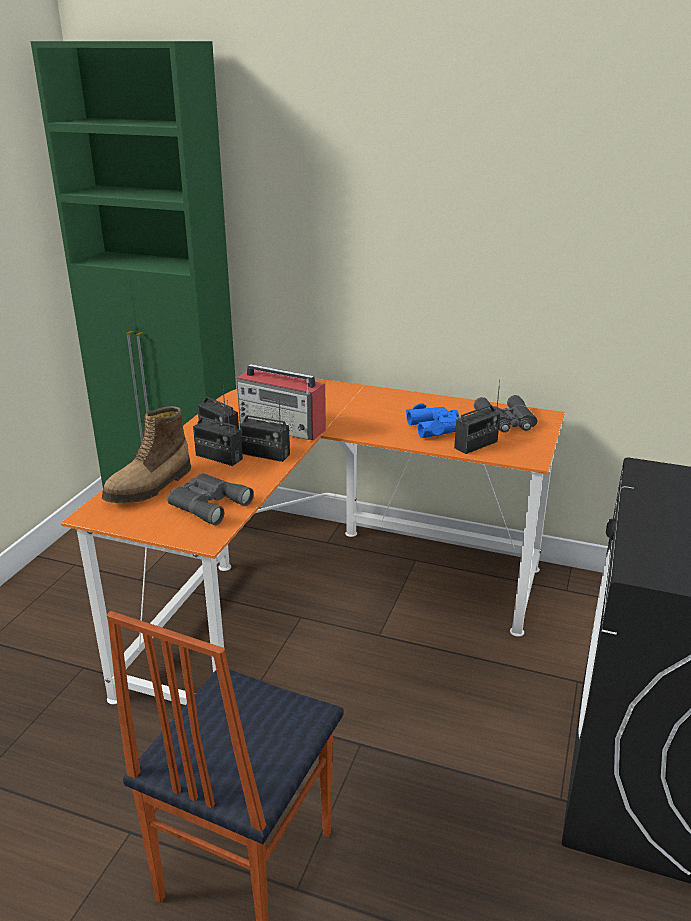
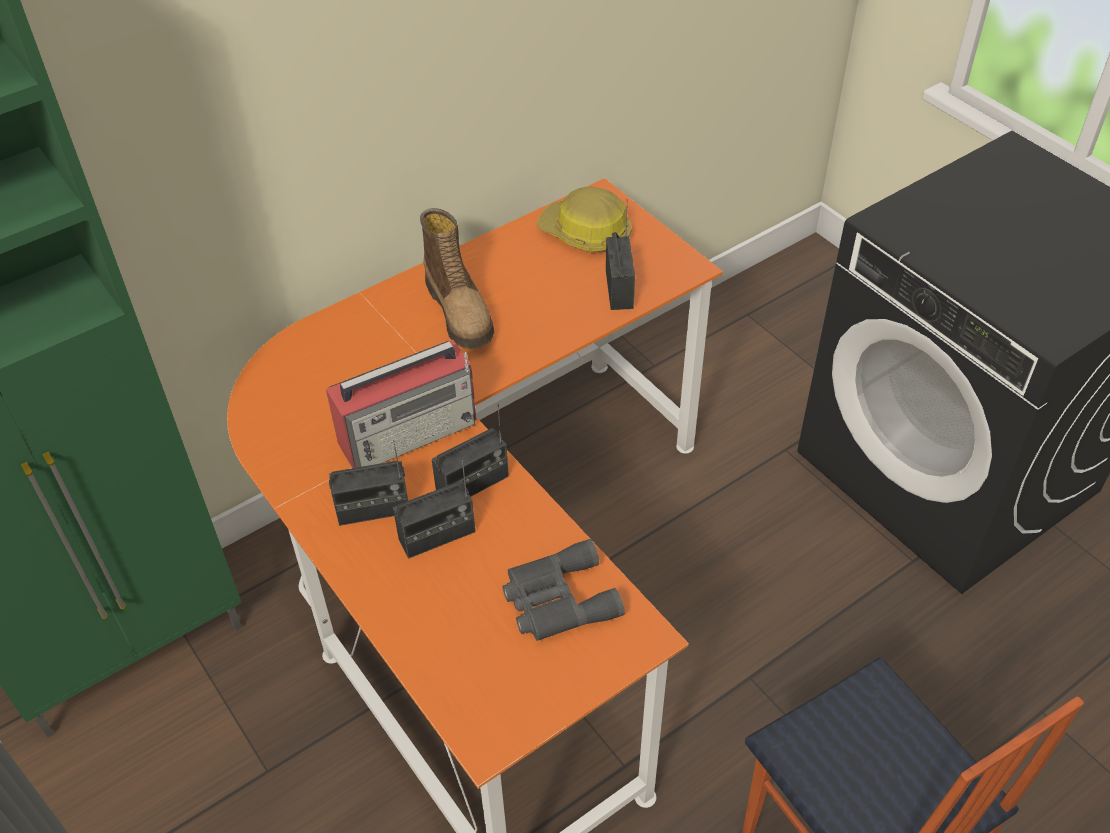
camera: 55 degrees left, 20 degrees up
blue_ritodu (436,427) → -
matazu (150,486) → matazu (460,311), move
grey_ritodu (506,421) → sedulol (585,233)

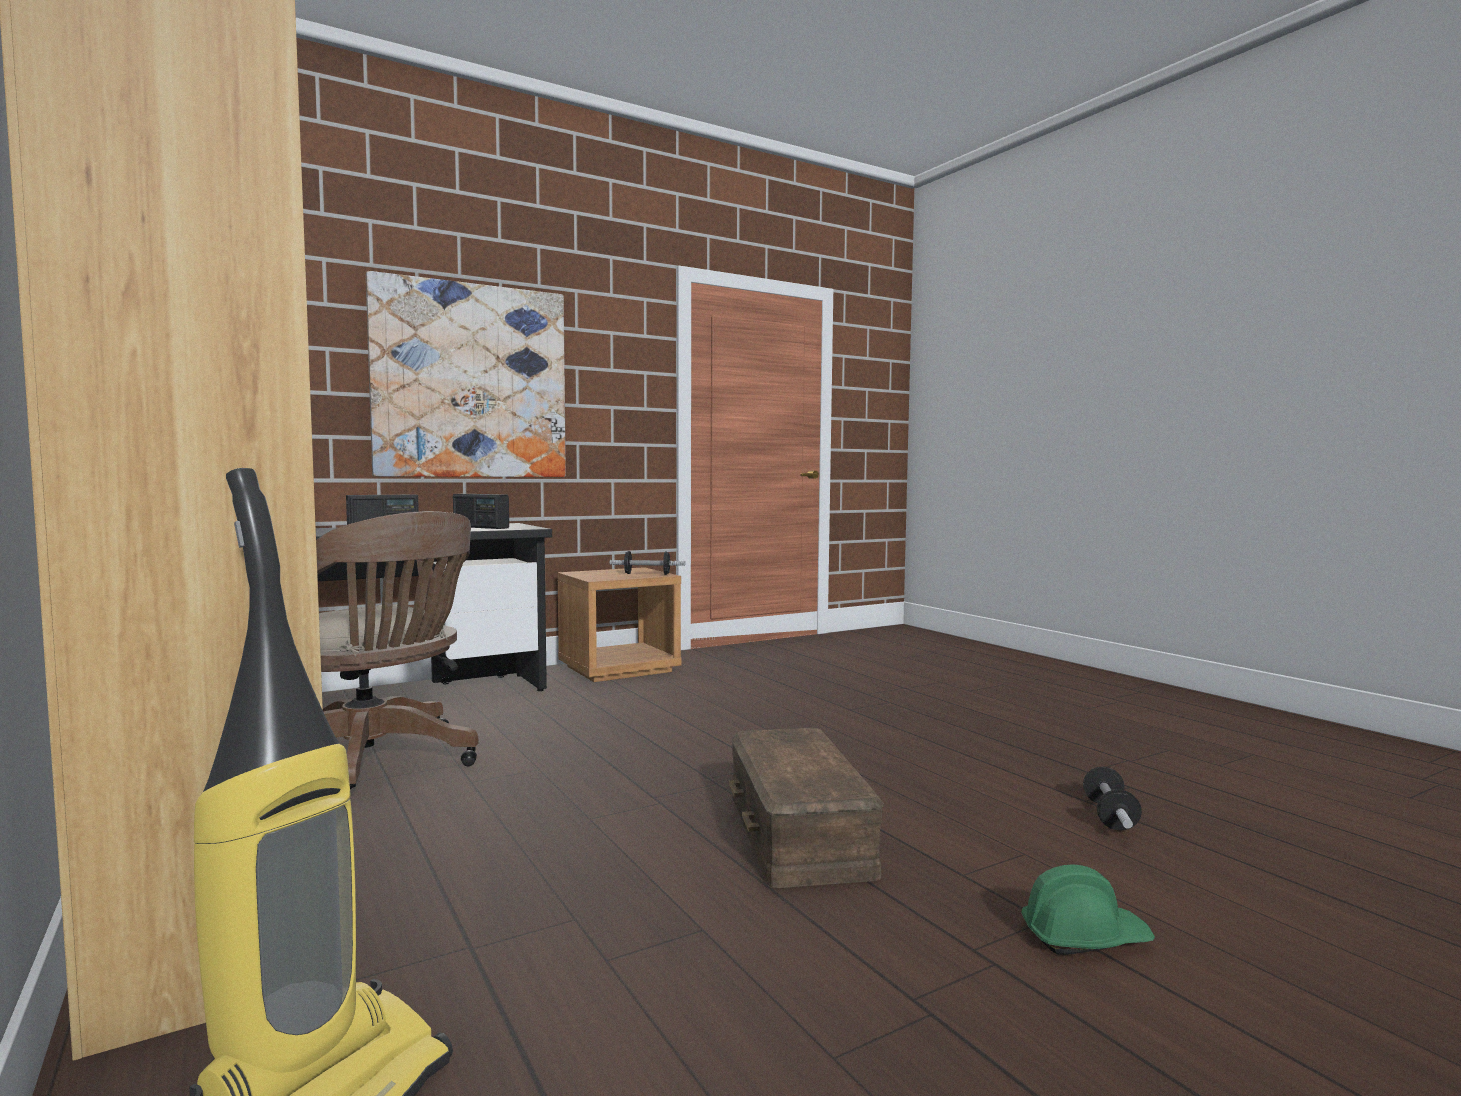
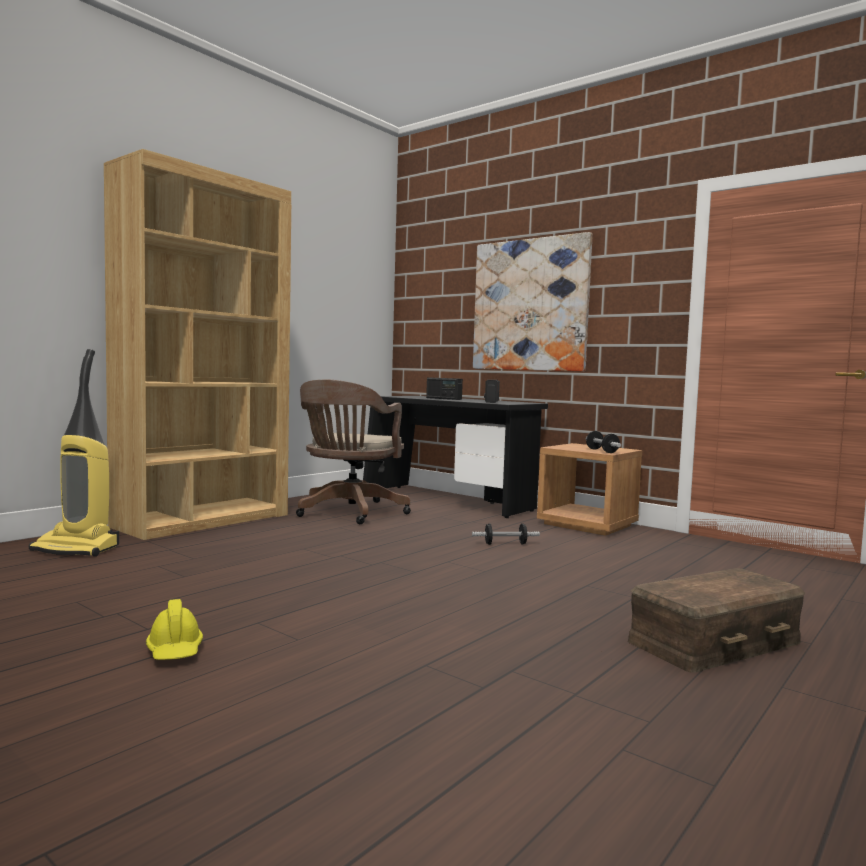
camera: 70 degrees right, 0 degrees up
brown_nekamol (796,832) → brown_nekamol (713,641), move
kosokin (1110,816) → kosokin (505,544), move
green_sedulol (1084,937) → yellow_sedulol (175,650)

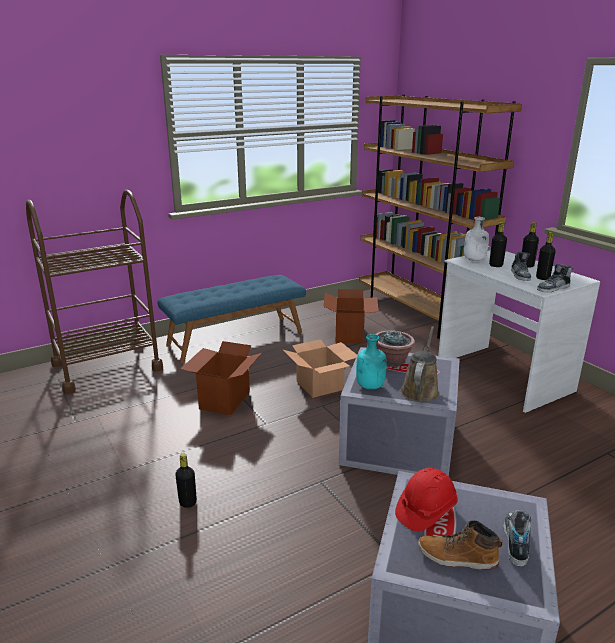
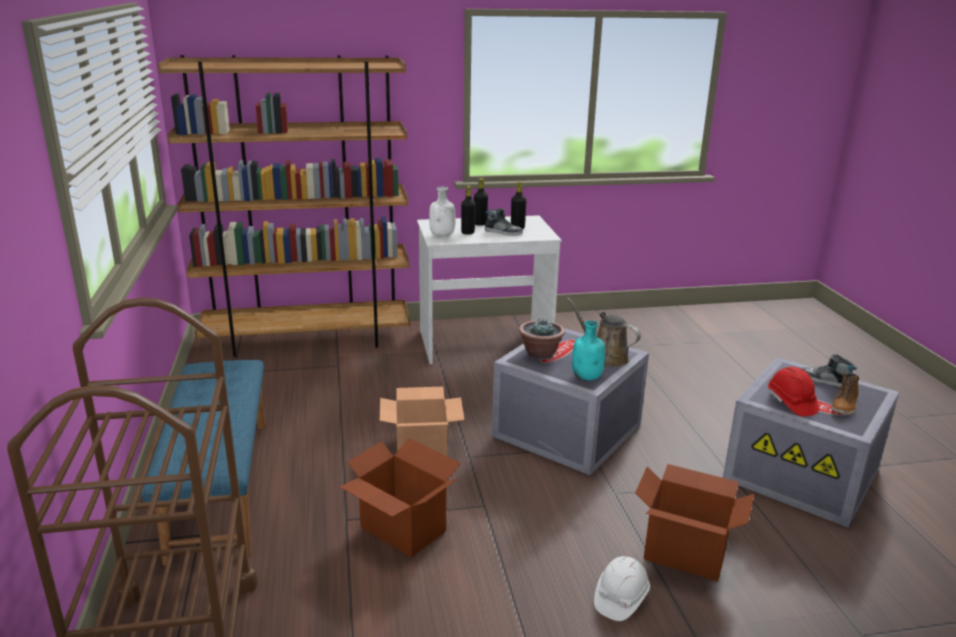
camera: 70 degrees left, 0 degrees up
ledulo (553,288) → -
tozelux (350,335) → tozelux (685,553), move
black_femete (188,502) → white_sedulol (620,598)

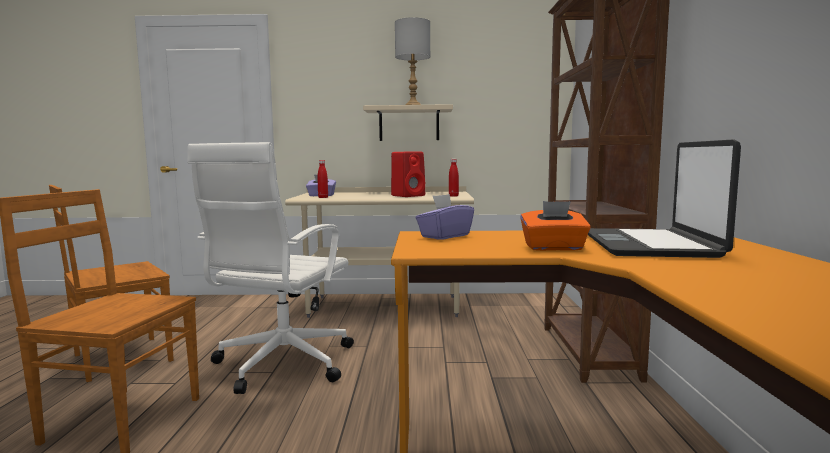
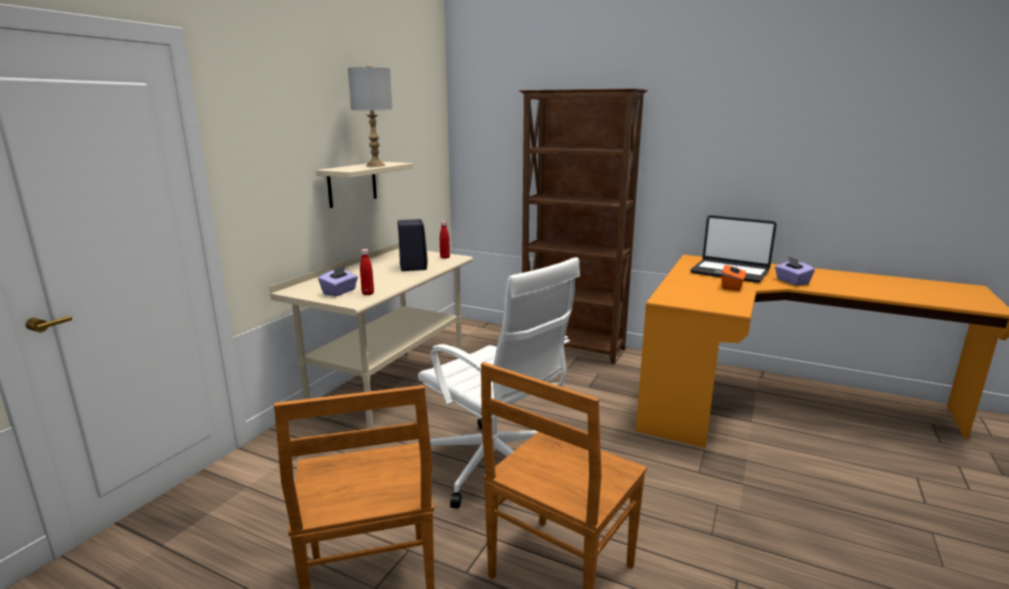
camera: 65 degrees left, 10 degrees up
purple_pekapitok (444,236) → purple_pekapitok (792,281), move
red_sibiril (408,195) → black_sibiril (412,267)

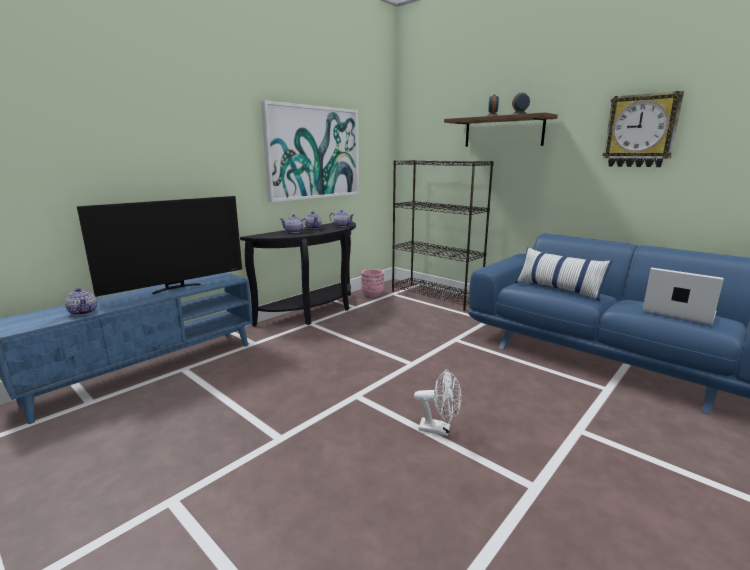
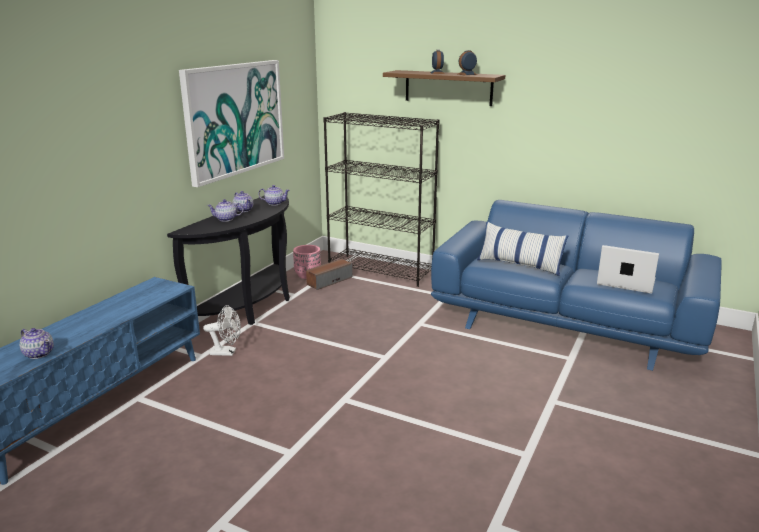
camera: 15 degrees left, 5 degrees up
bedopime (176,288) → -
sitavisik (641,131) → -
- → sibiril (329,281)
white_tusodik (439,429) → white_tusodik (227,352), move

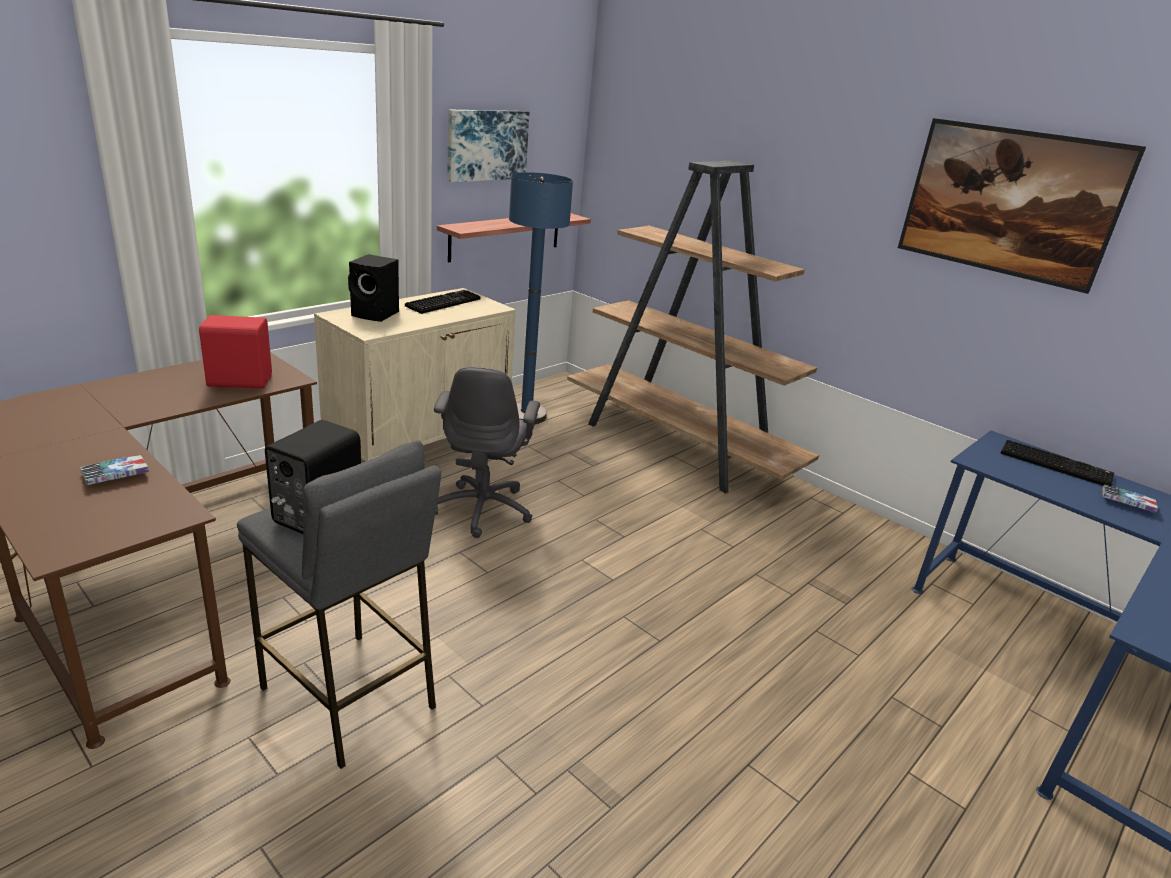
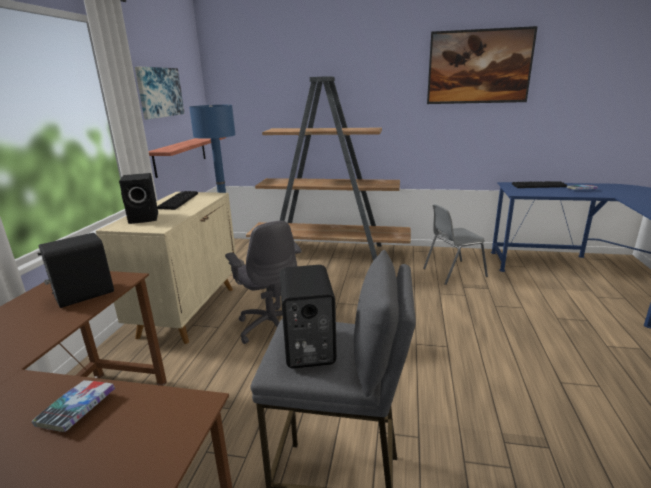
camera: 30 degrees left, 5 degrees down
- → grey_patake (453,272)
red_sibiril (239,381) → black_sibiril (83,294)

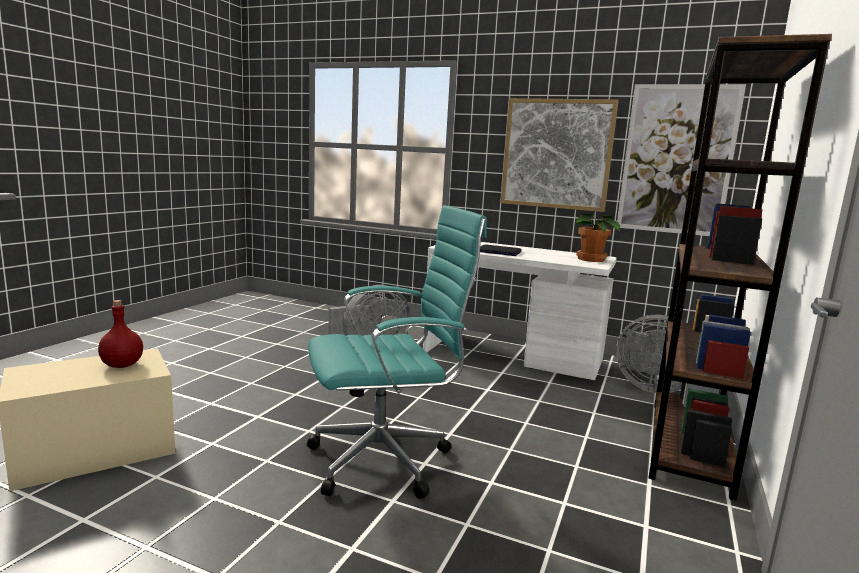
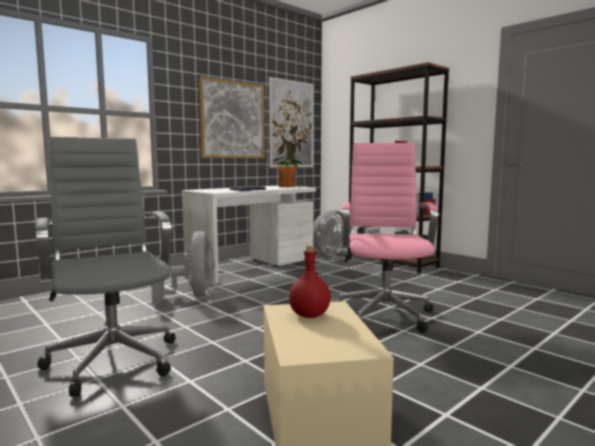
camera: 65 degrees left, 5 degrees down
- → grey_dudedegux (113,359)
turquoise_dudedegux (386,460) → pink_dudedegux (384,313)

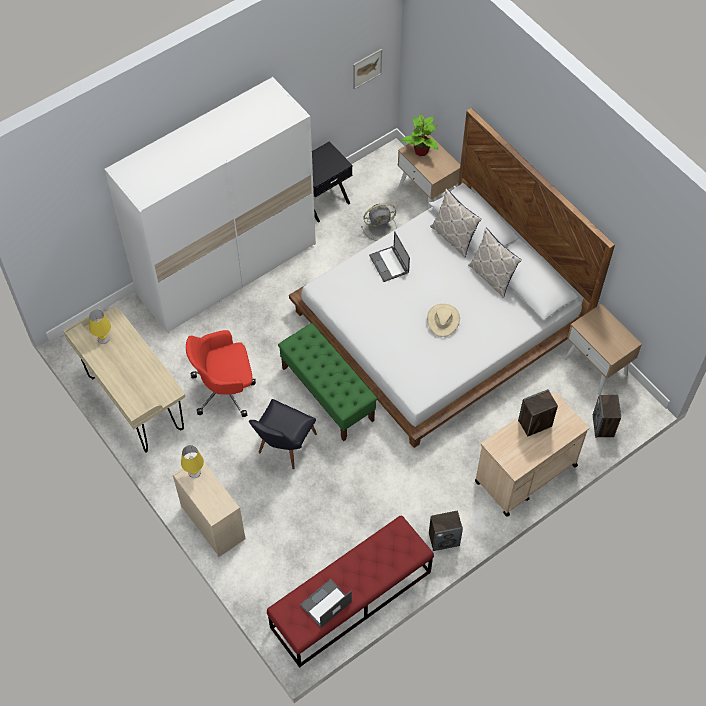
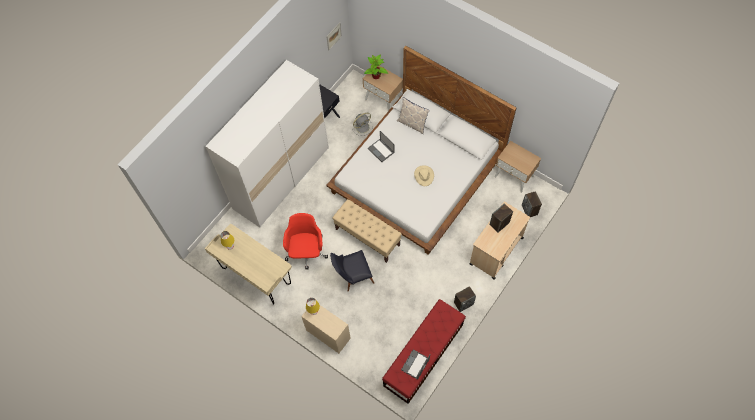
camera: 15 degrees left, 5 degrees up
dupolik (492,277) → -
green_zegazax (328,394) → beige_zegazax (367,237)
red_dudedegux (225,390) → red_dudedegux (306,252), 120 degrees clockwise
black_patake (283,447) → black_patake (353,277), 60 degrees clockwise

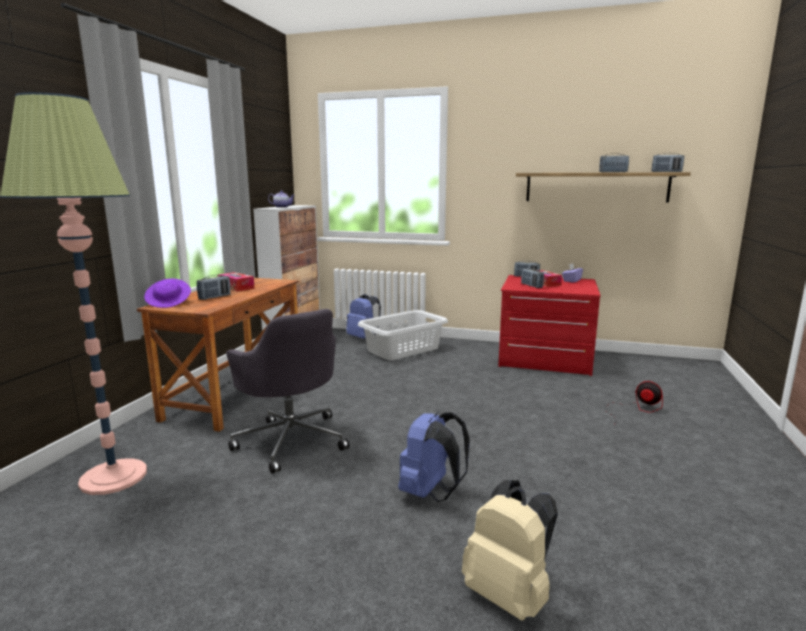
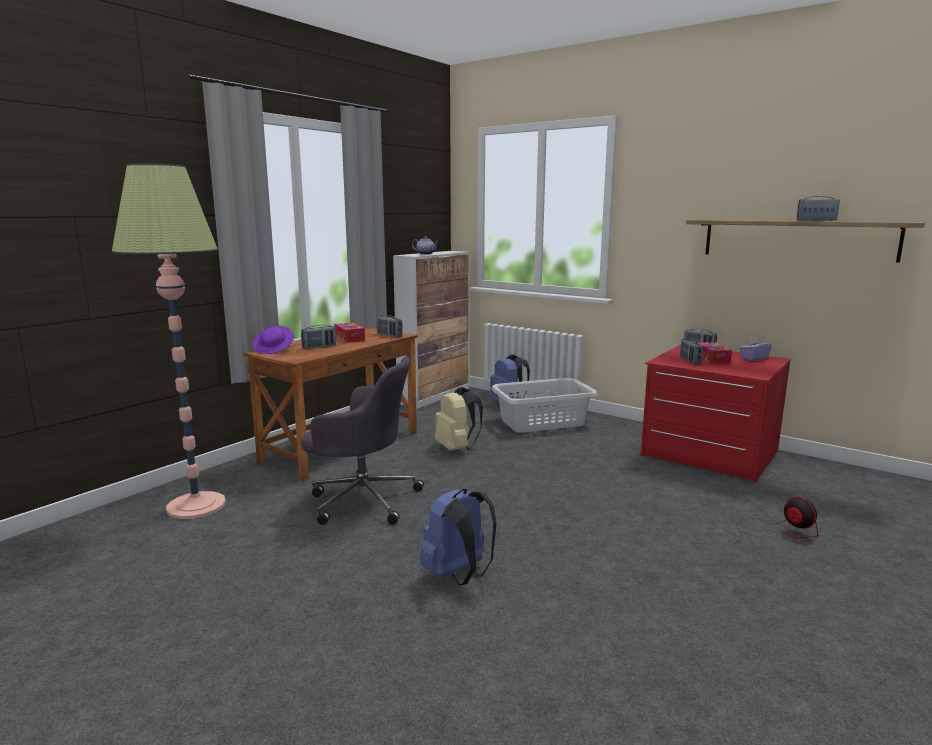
camera: 20 degrees right, 0 degrees up
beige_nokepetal (509,595) → beige_nokepetal (457,448), move
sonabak (666,172) → sonabak (389,335), move
grey_dudedegux (291,440) → grey_dudedegux (362,499), 60 degrees counterclockwise

